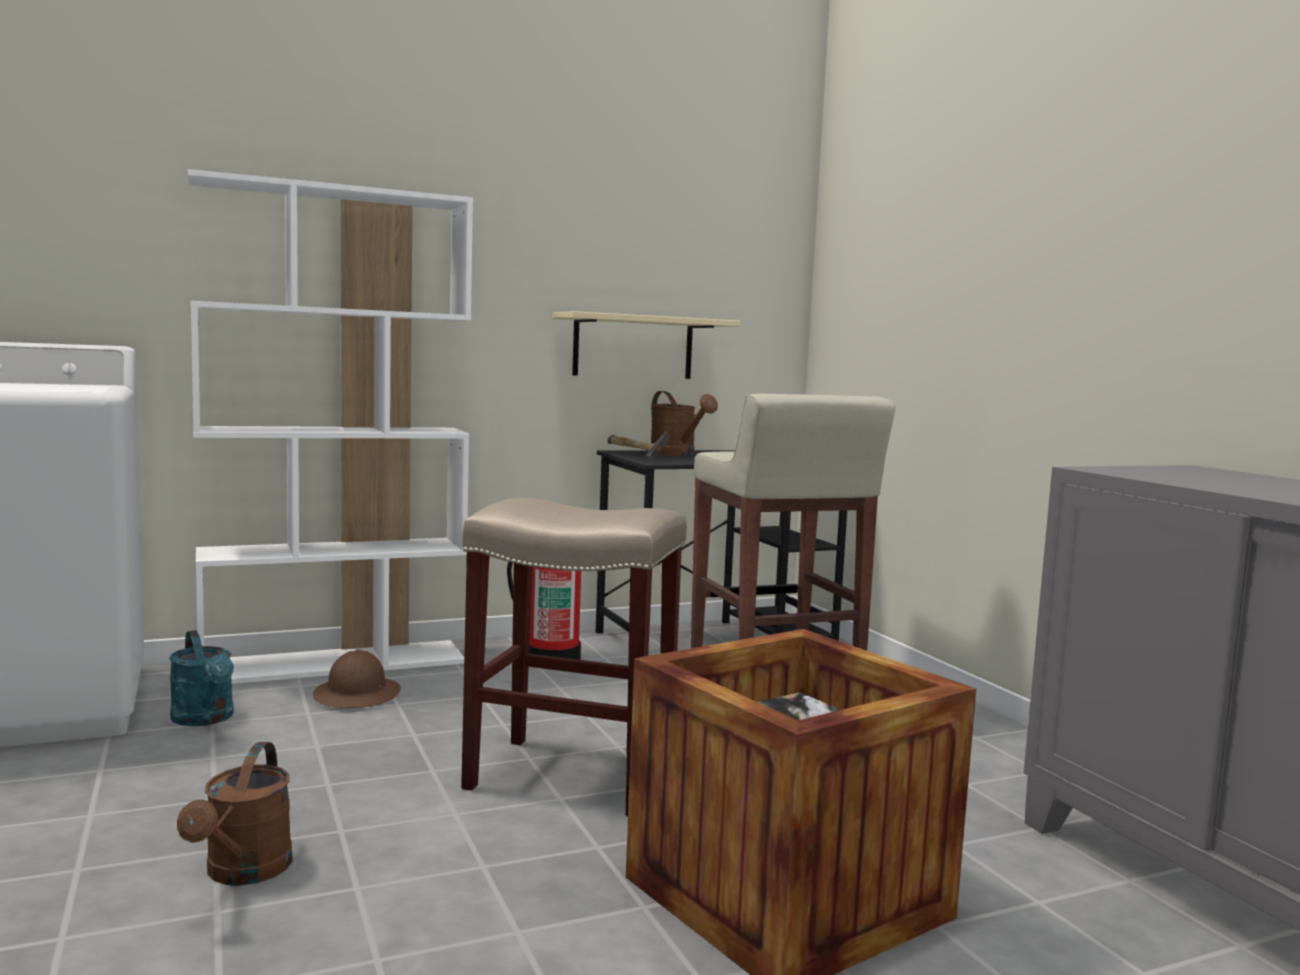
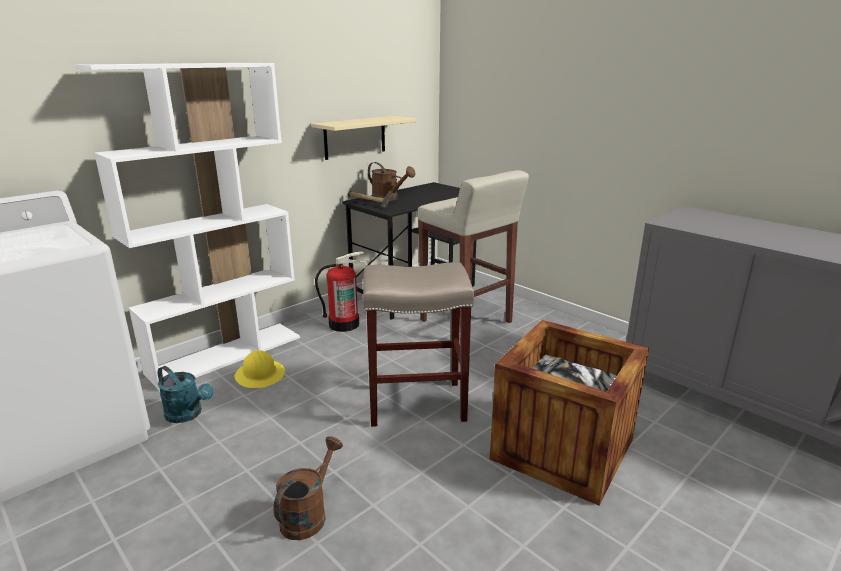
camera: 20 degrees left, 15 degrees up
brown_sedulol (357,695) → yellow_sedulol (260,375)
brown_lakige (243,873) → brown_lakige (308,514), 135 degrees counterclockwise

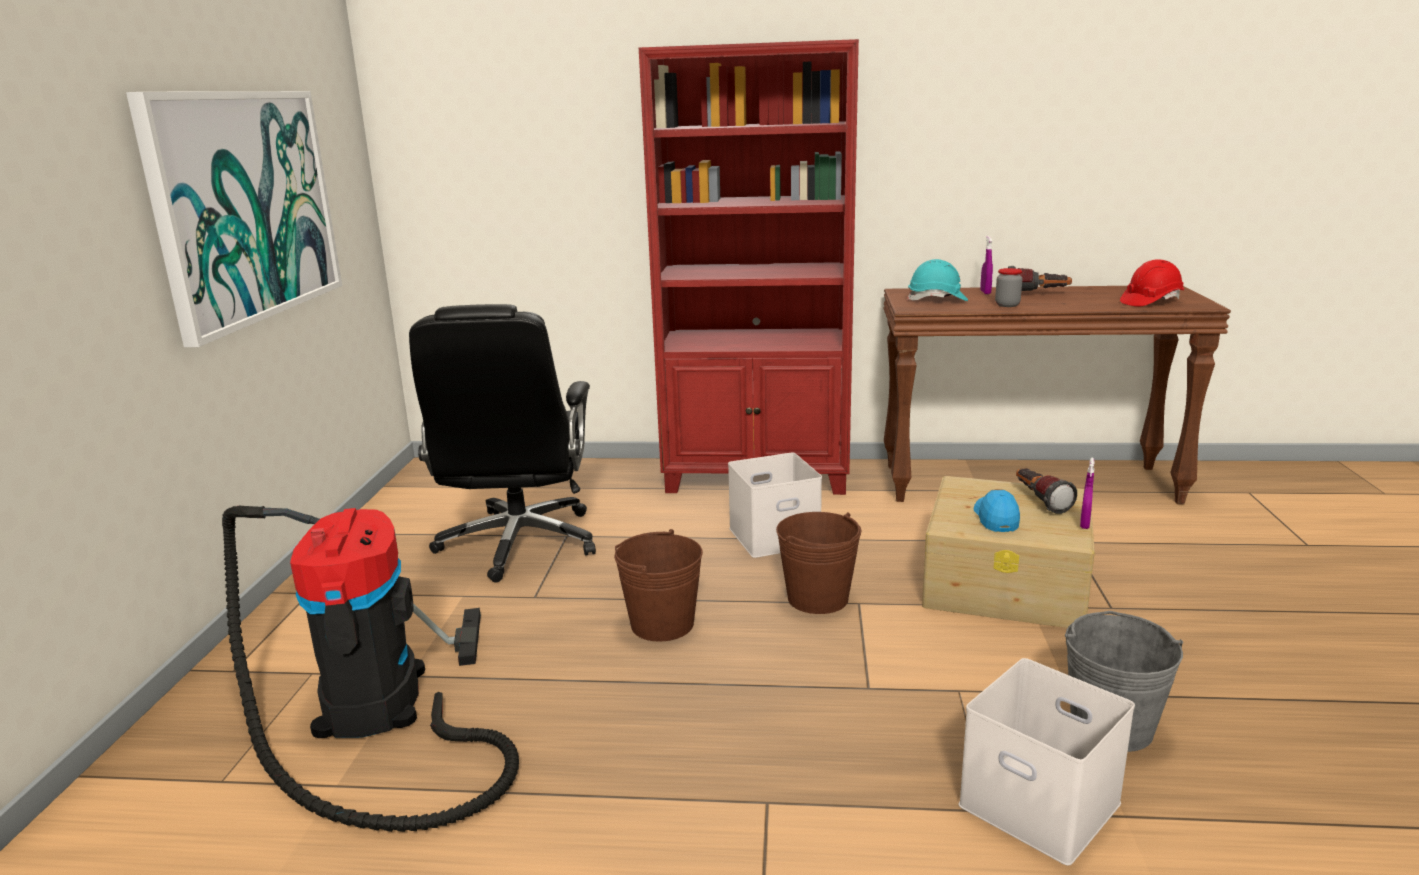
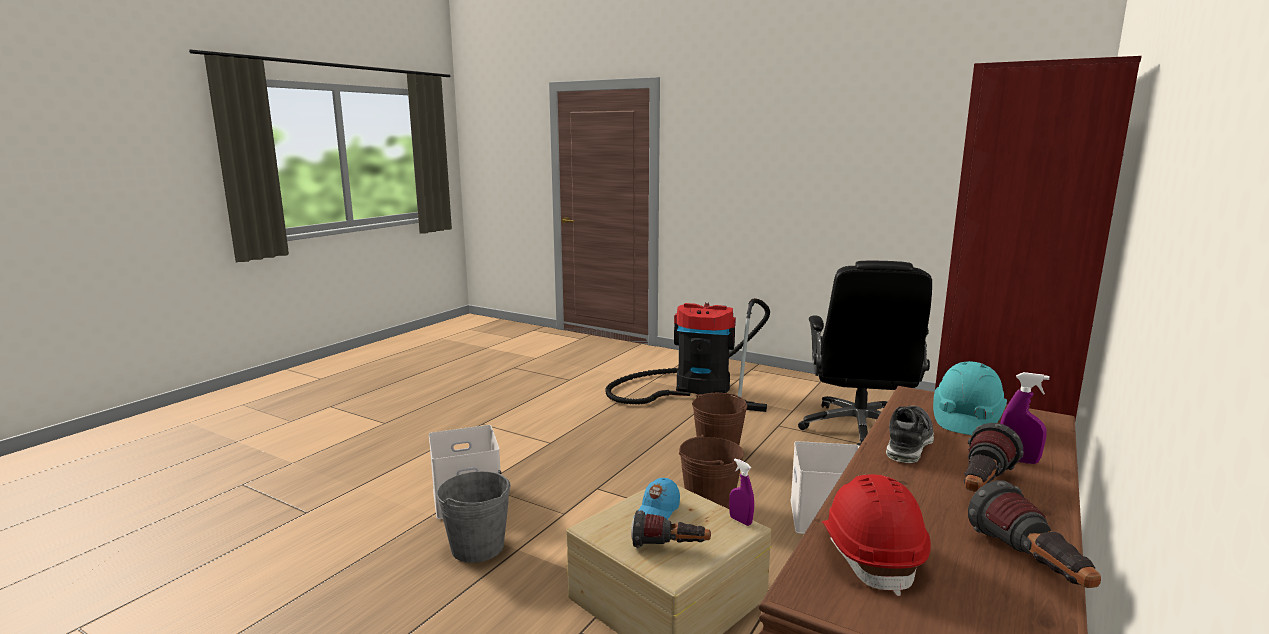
camera: 115 degrees right, 5 degrees down
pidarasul (246,206) → -
- → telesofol (1031,566)
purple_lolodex (1084,524) → purple_lolodex (740,521), move
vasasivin (1007,305) → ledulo (908,443)
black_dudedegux (518,544) → black_dudedegux (859,430), 105 degrees counterclockwise
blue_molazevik (996,518) → blue_molazevik (657,511), 90 degrees clockwise

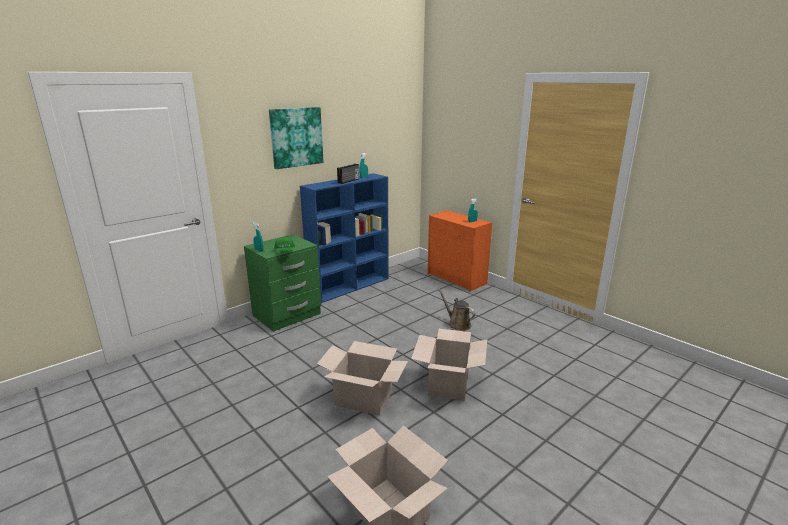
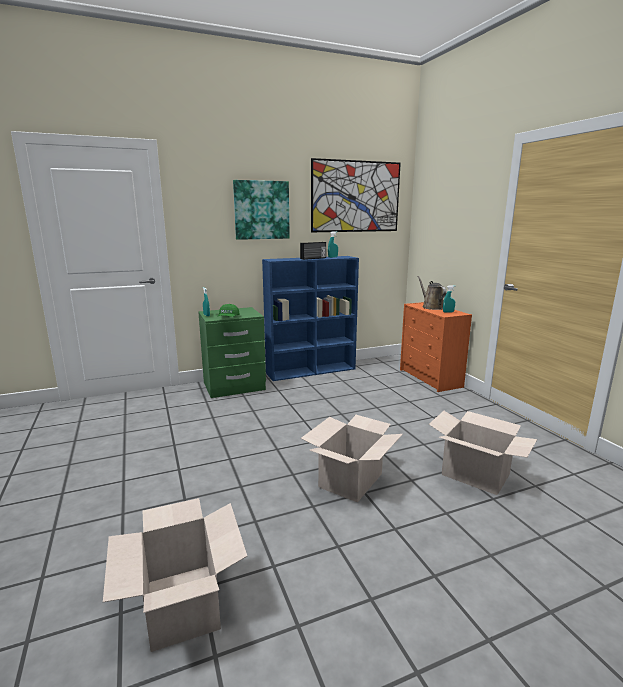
camera: 20 degrees right, 5 degrees down
- → pidarasul (356,196)
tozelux (363,399) → tozelux (475,475), move
brown_lakige (457,324) → brown_lakige (431,307), move

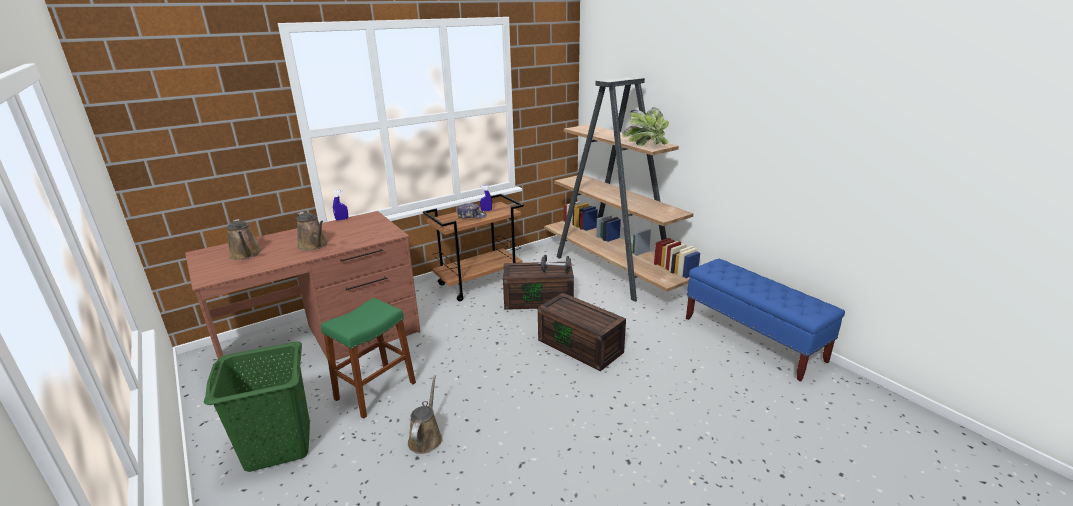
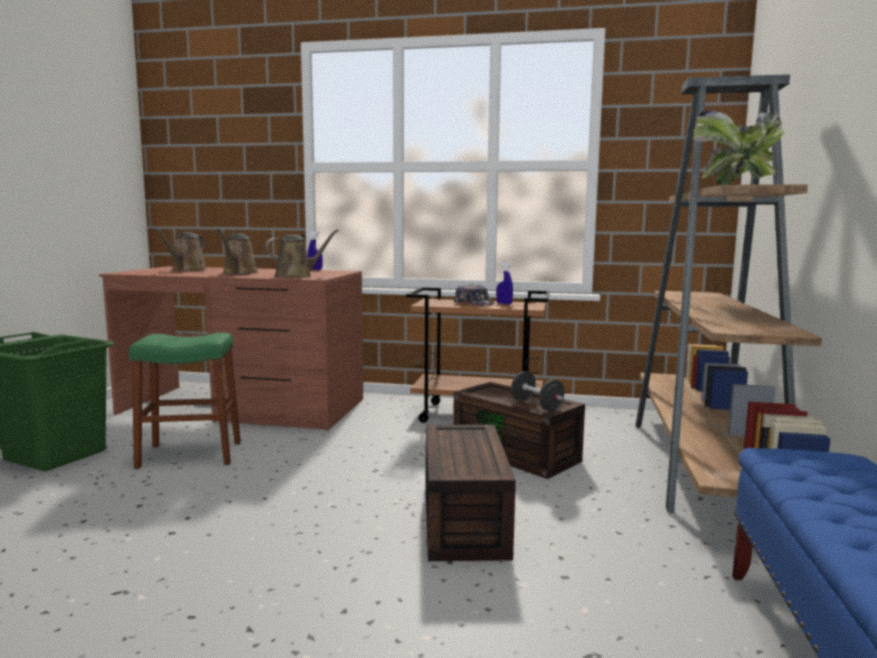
camera: 45 degrees right, 15 degrees down
brown_lakige (426,437) → brown_lakige (297,276), move

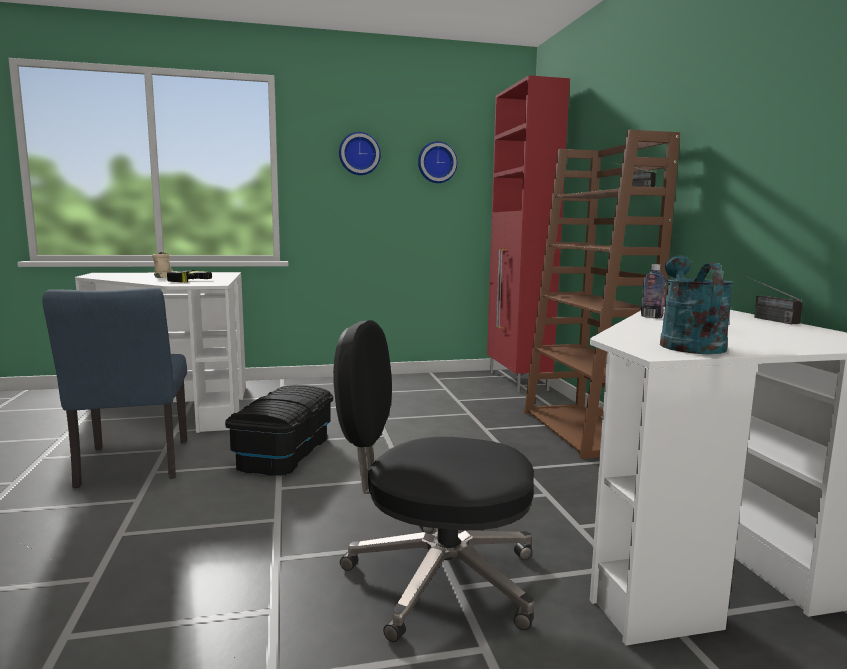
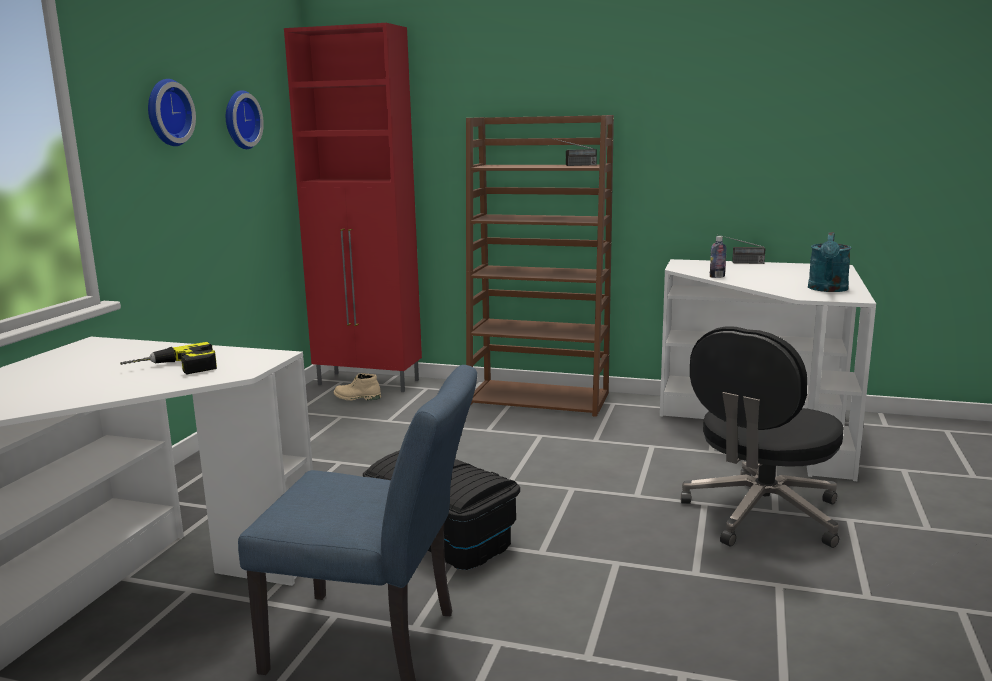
camera: 60 degrees left, 5 degrees up
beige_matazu (162,276) → beige_matazu (357,397), move
turquoise_lakige (688,344) → turquoise_lakige (828,289), 105 degrees counterclockwise

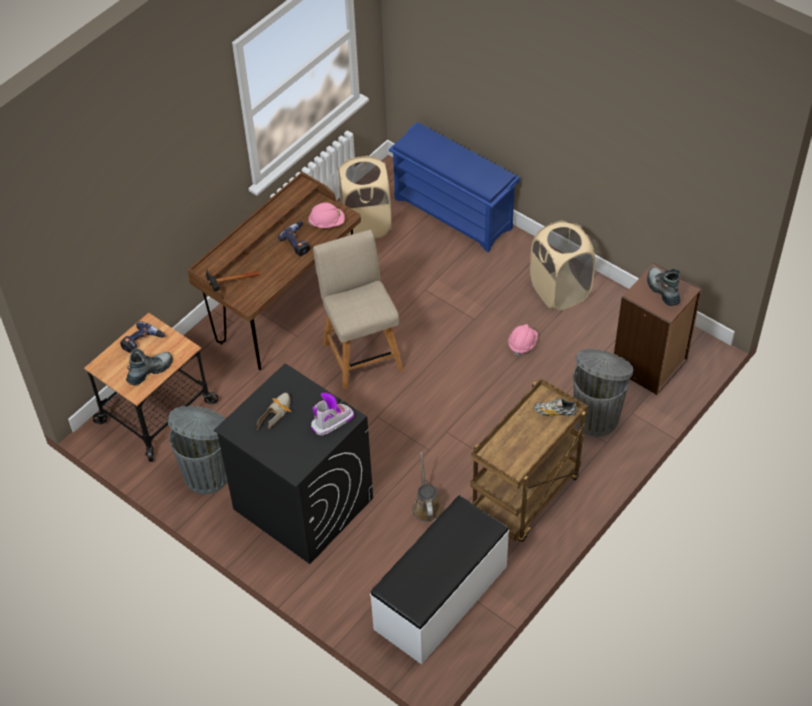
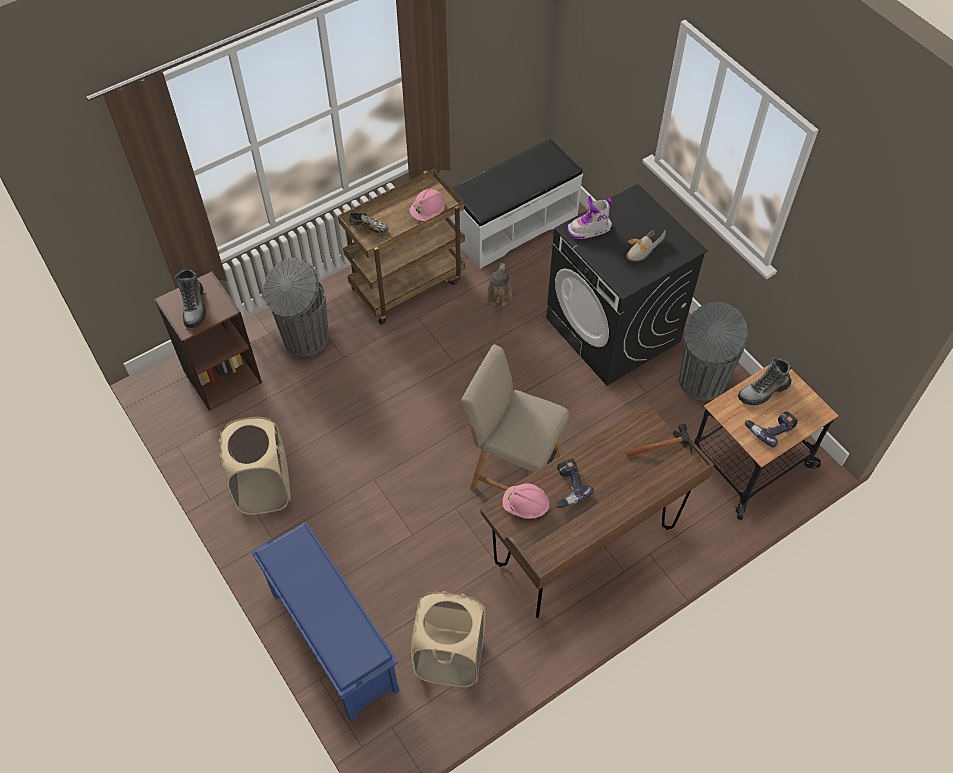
camera: 165 degrees left, 5 degrees up
pink_sedulol (522,344) → pink_sedulol (428,212), move
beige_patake (361,353) → beige_patake (512,471), 120 degrees clockwise

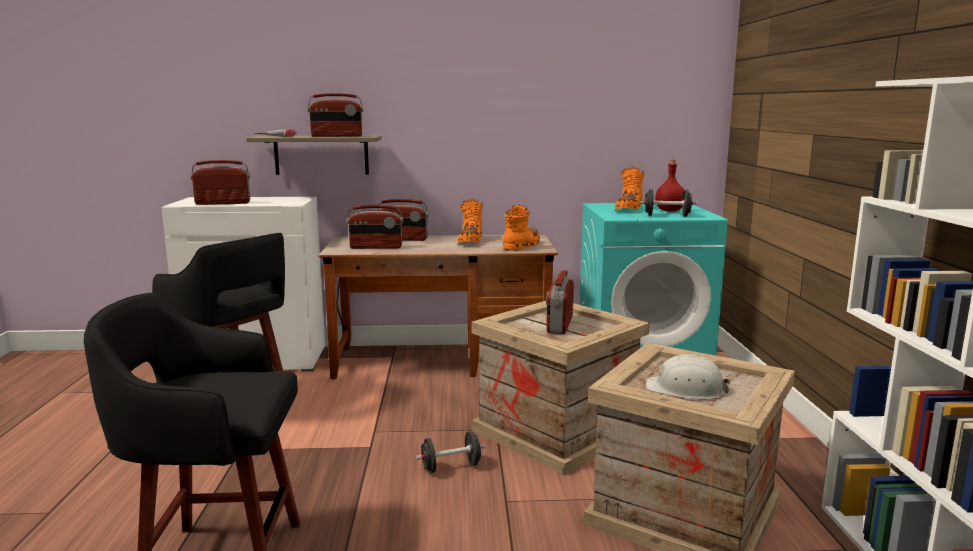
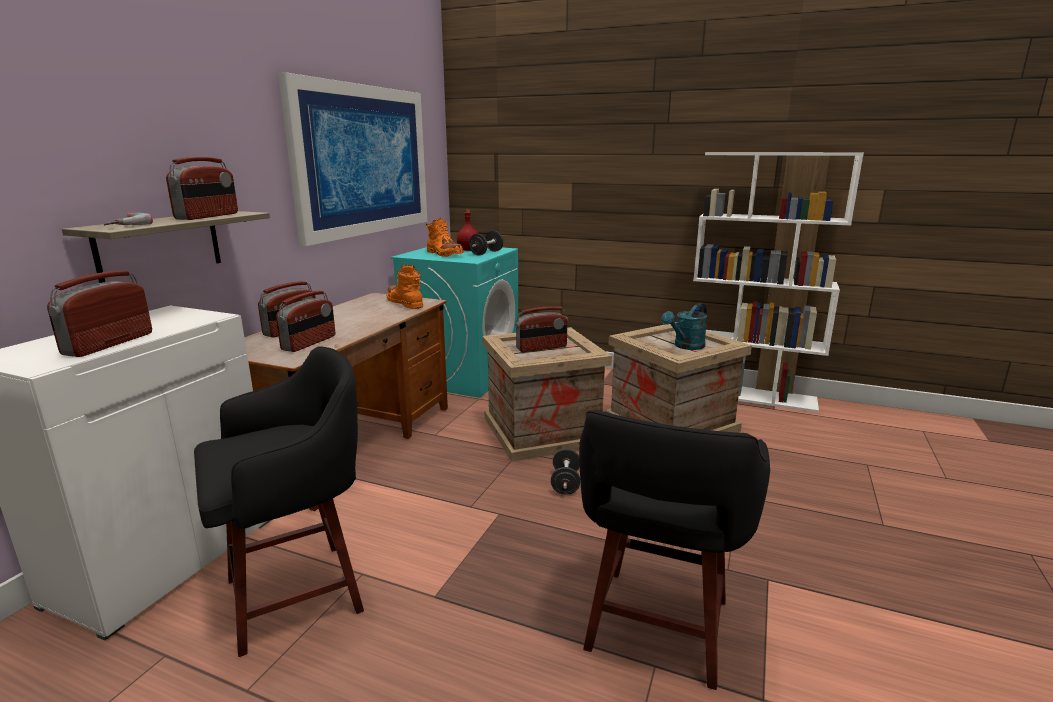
camera: 65 degrees left, 5 degrees up
orange_matazu (470,241) → -
- → pidarasul (363,161)
white_sedulol (686,389) → turquoise_lakige (686,346)
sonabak (559,325) → sonabak (541,348), 60 degrees counterclockwise

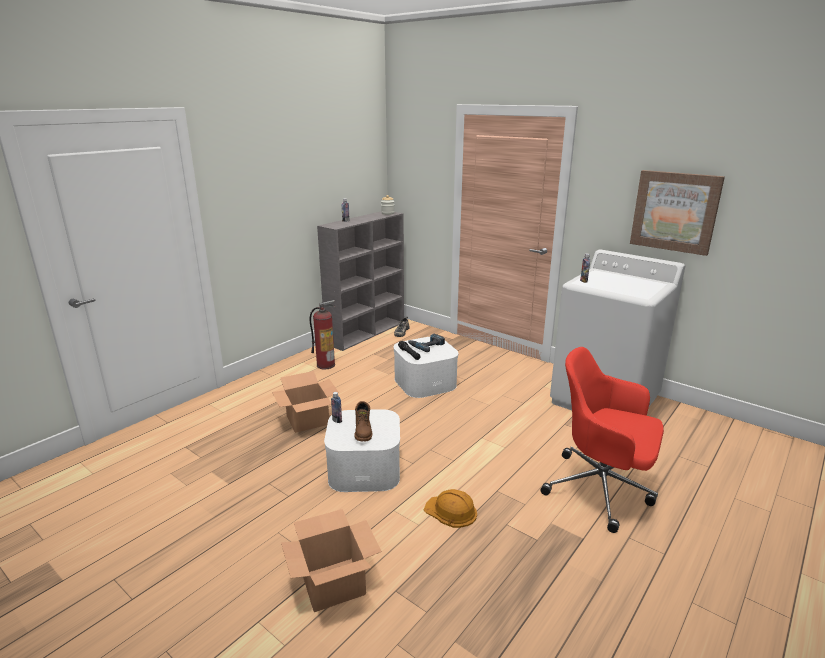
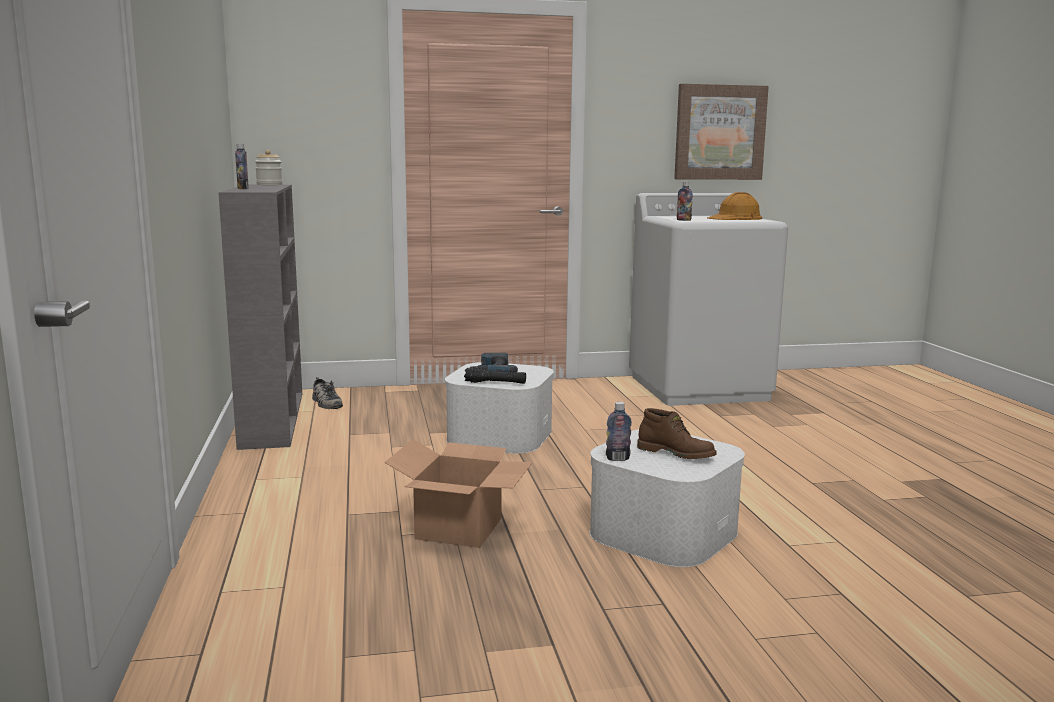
camera: 50 degrees left, 10 degrees down
tozelux (332,585) → -
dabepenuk (326,365) → -
red_dudedegux (601,489) → -
orange_sedulol (451,511) → orange_sedulol (735,218), move

